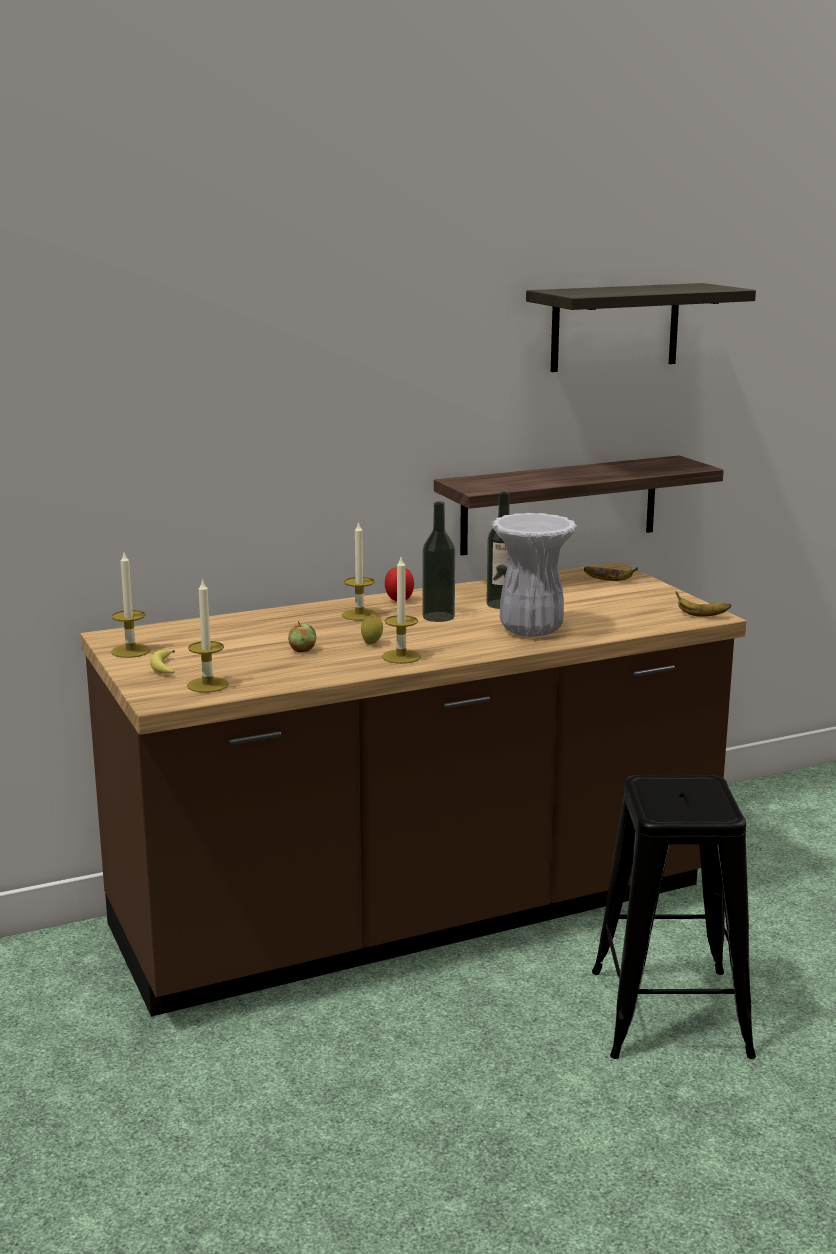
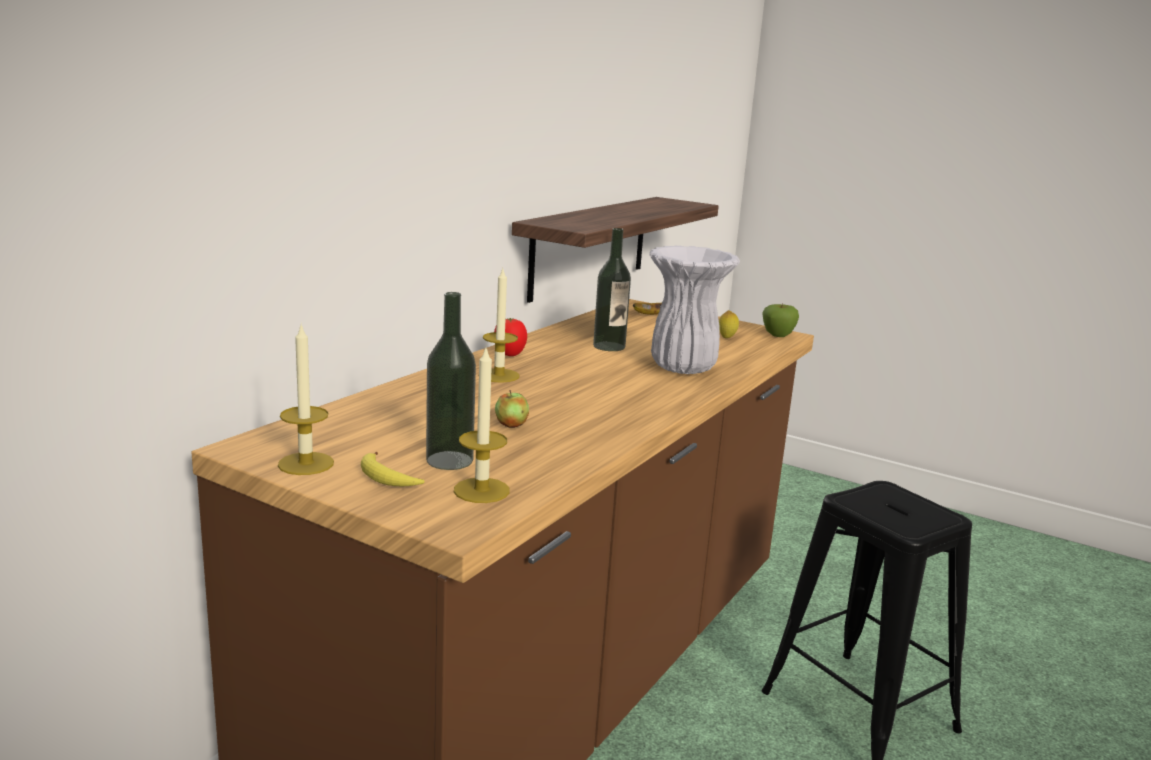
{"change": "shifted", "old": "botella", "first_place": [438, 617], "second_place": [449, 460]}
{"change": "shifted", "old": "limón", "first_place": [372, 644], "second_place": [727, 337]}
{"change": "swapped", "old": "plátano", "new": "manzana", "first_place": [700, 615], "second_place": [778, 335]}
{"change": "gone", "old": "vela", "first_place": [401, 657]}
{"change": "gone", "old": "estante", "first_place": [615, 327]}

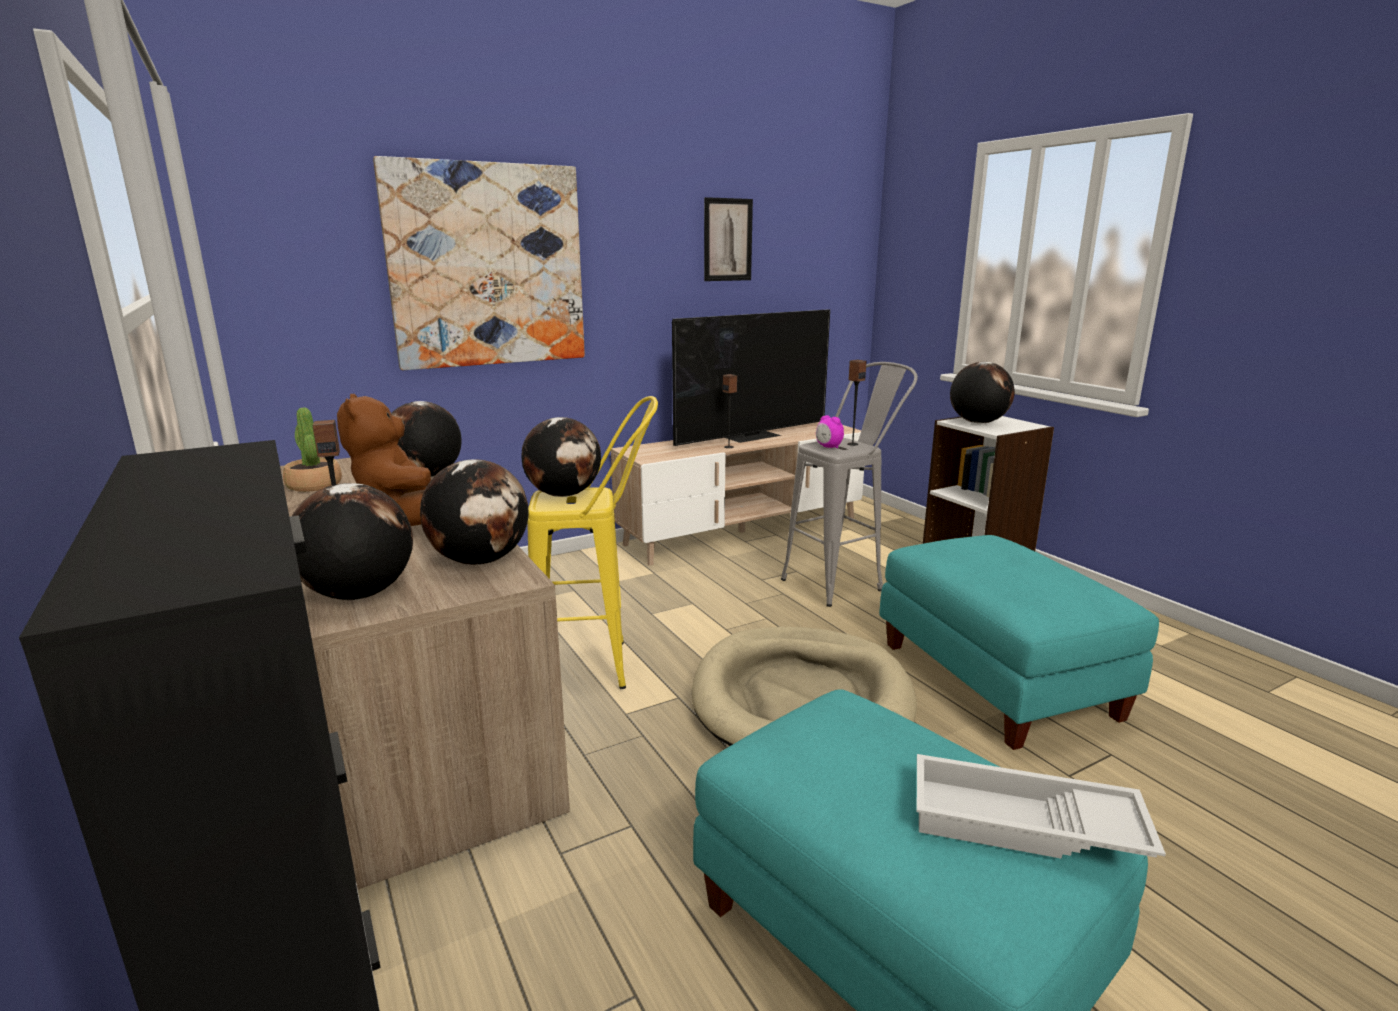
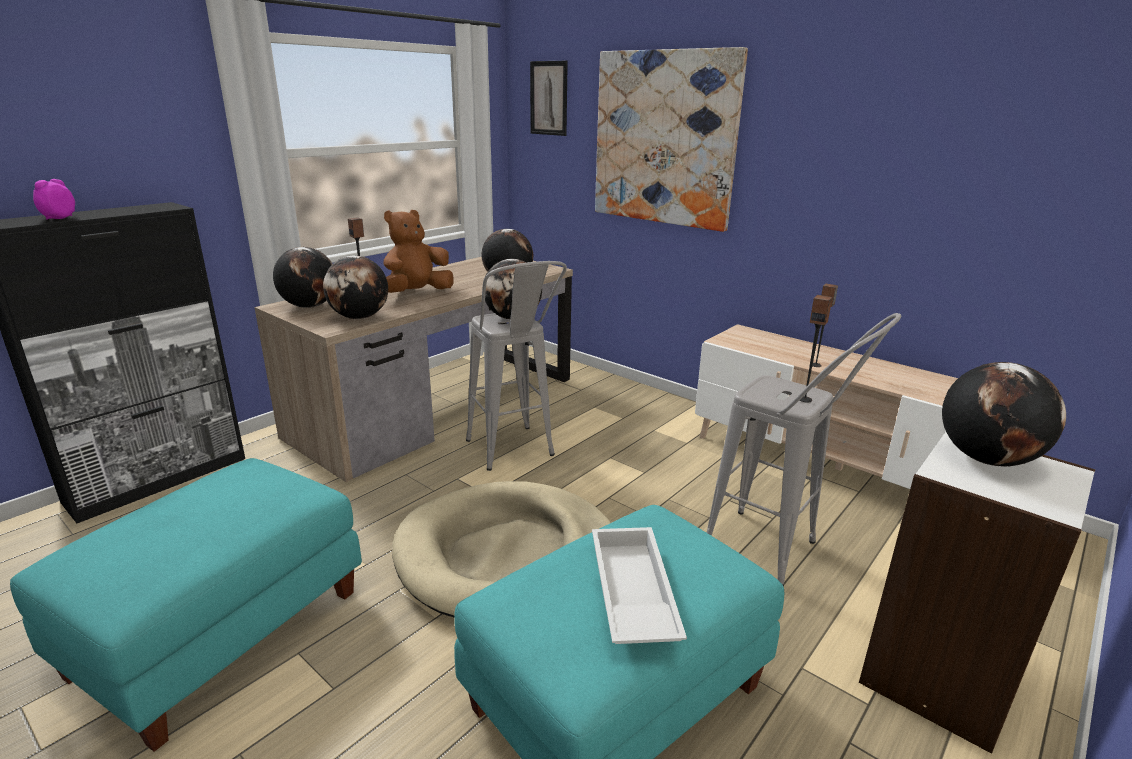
{"change": "shifted", "old": "despertador", "first_place": [828, 447], "second_place": [59, 218]}
{"change": "repainted", "old": "taburete/amarillo", "new": "taburete/gris", "first_place": [600, 666], "second_place": [514, 454]}
{"change": "shifted", "old": "cuadro", "first_place": [727, 240], "second_place": [548, 98]}
{"change": "shifted", "old": "bandeja/blanco", "first_place": [1023, 826], "second_place": [630, 594]}
{"change": "gone", "old": "planta en maceta", "first_place": [314, 485]}
{"change": "gone", "old": "televisor", "first_place": [752, 436]}

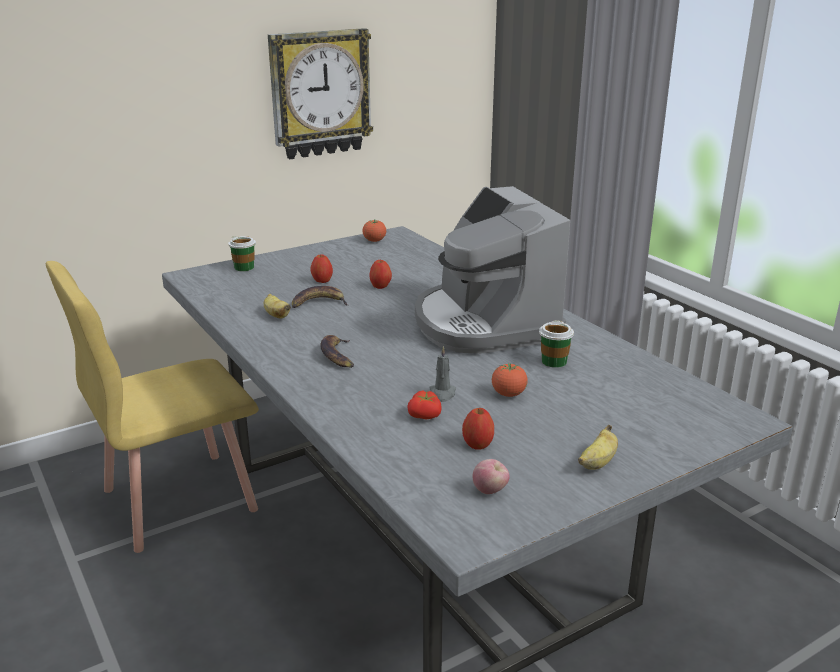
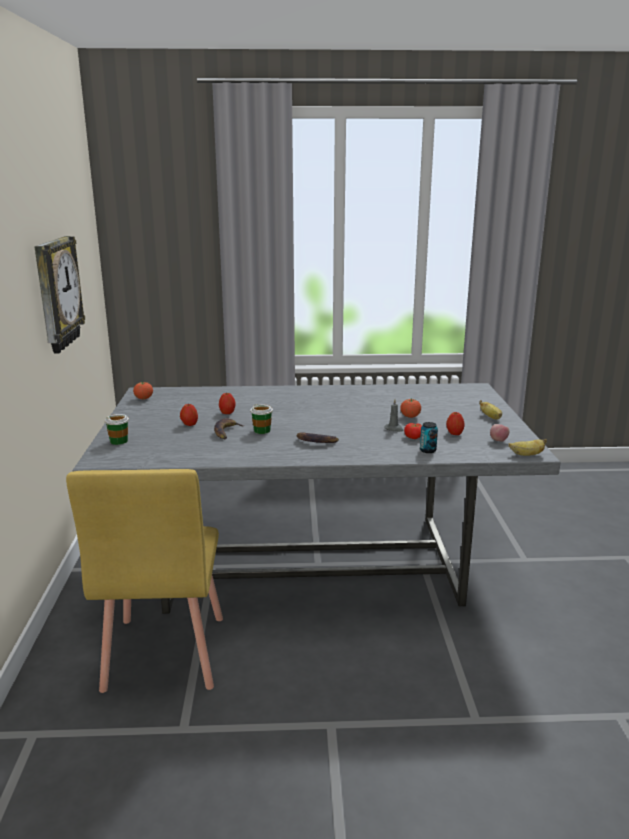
{"change": "shifted", "old": "taza", "first_place": [554, 362], "second_place": [262, 431]}
{"change": "new", "new": "lata", "second_place": [428, 450]}
{"change": "shifted", "old": "plátano", "first_place": [276, 315], "second_place": [527, 455]}
{"change": "gone", "old": "cafetera", "first_place": [484, 324]}

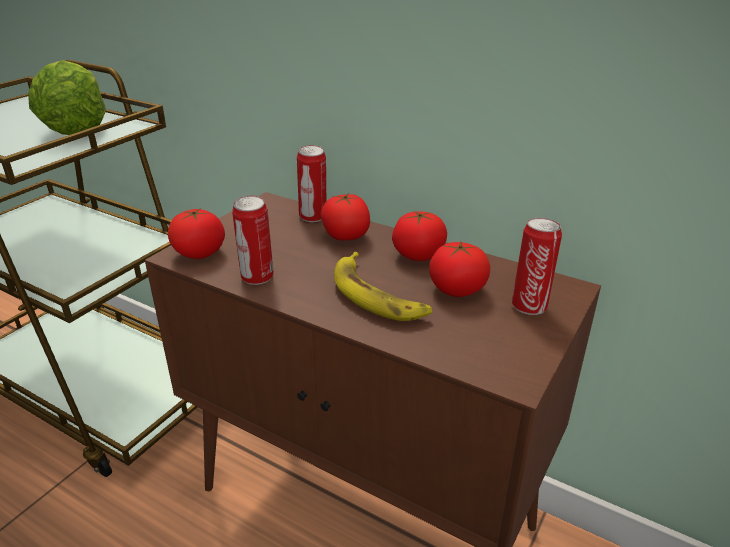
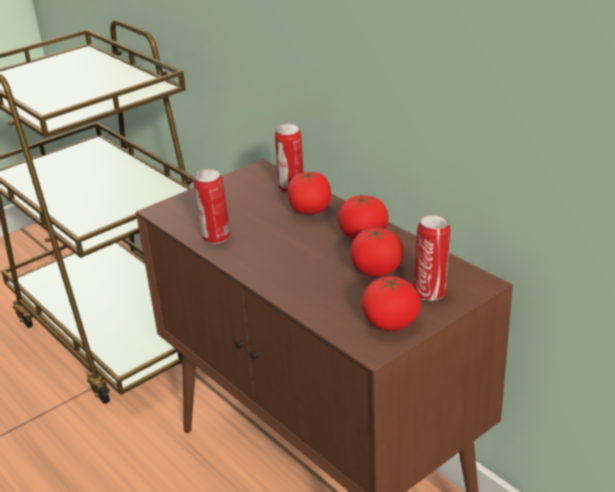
{"change": "shifted", "old": "tomate", "first_place": [199, 253], "second_place": [390, 323]}
{"change": "gone", "old": "lechuga", "first_place": [76, 128]}
{"change": "gone", "old": "plátano", "first_place": [377, 295]}

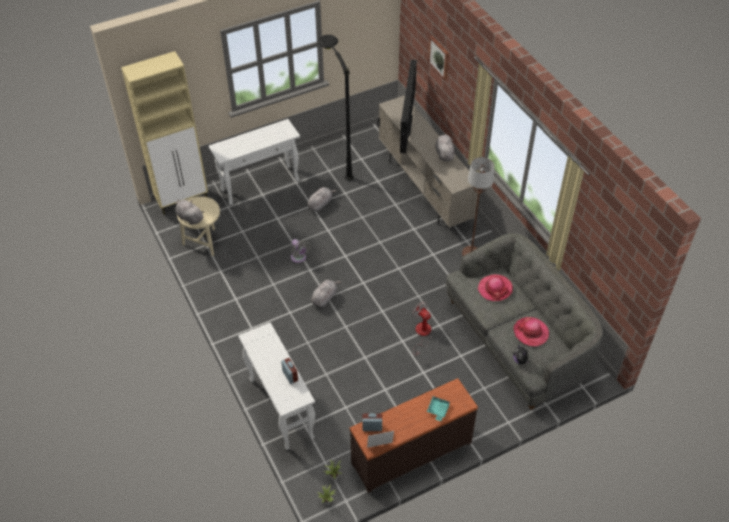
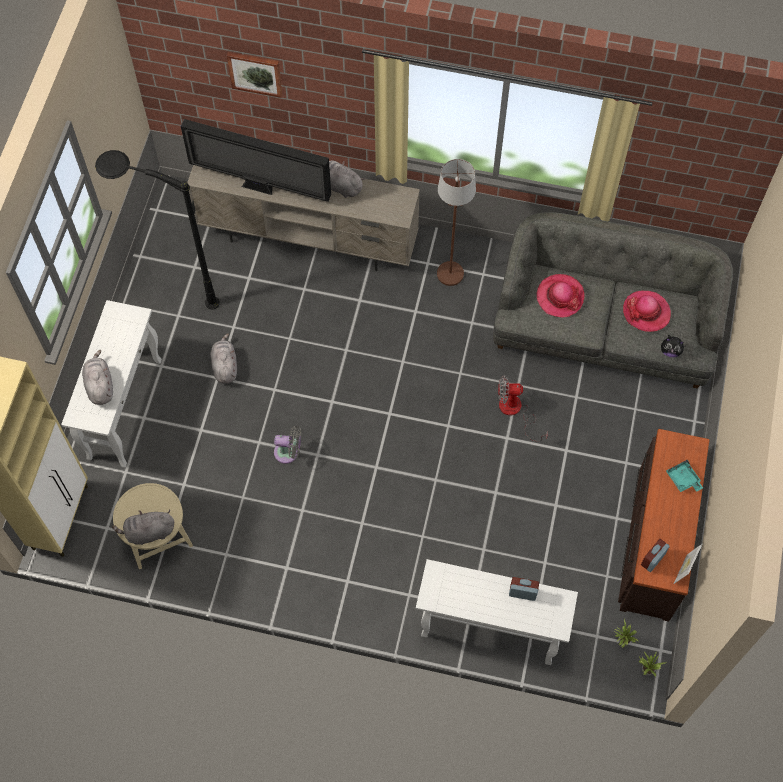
{"change": "shifted", "old": "peluche/gris", "first_place": [325, 298], "second_place": [100, 385]}
{"change": "rotated", "old": "televisor", "first_place": [408, 128], "second_place": [260, 188], "degrees": 150}

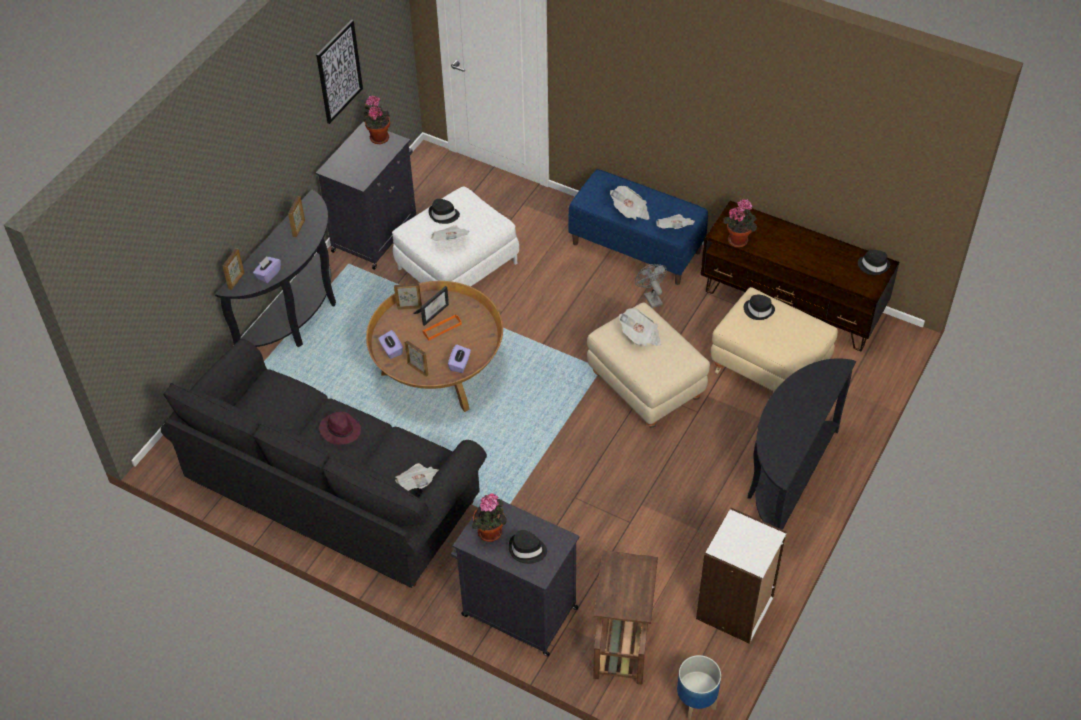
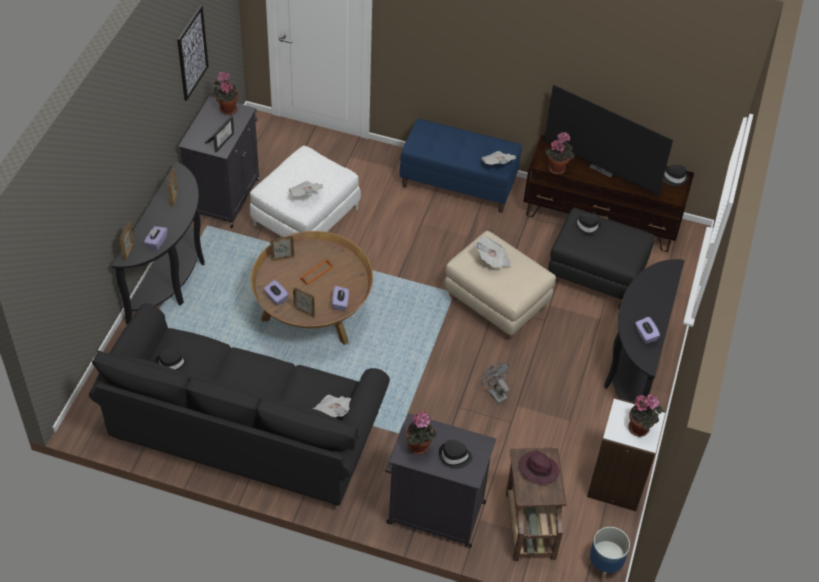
{"change": "shifted", "old": "sombrero/negro", "first_place": [443, 215], "second_place": [172, 364]}
{"change": "shifted", "old": "portarretratos", "first_place": [433, 312], "second_place": [222, 141]}
{"change": "shifted", "old": "ventilador/gris", "first_place": [651, 297], "second_place": [494, 392]}
{"change": "shifted", "old": "sombrero/morado", "first_place": [340, 430], "second_place": [537, 469]}
{"change": "new", "new": "televisor", "second_place": [604, 167]}
{"change": "repainted", "old": "puf/beis", "new": "puf/negro", "first_place": [769, 369], "second_place": [596, 276]}
{"change": "new", "new": "planta en maceta", "second_place": [640, 428]}
{"change": "new", "new": "caja de pañuelos/morado", "second_place": [645, 335]}
{"change": "gone", "old": "periódico", "first_place": [630, 212]}

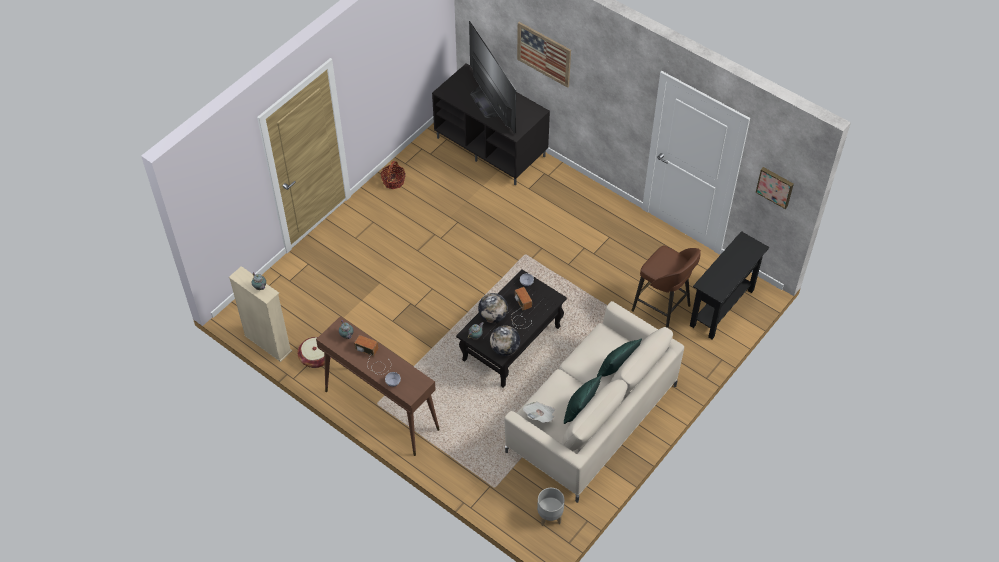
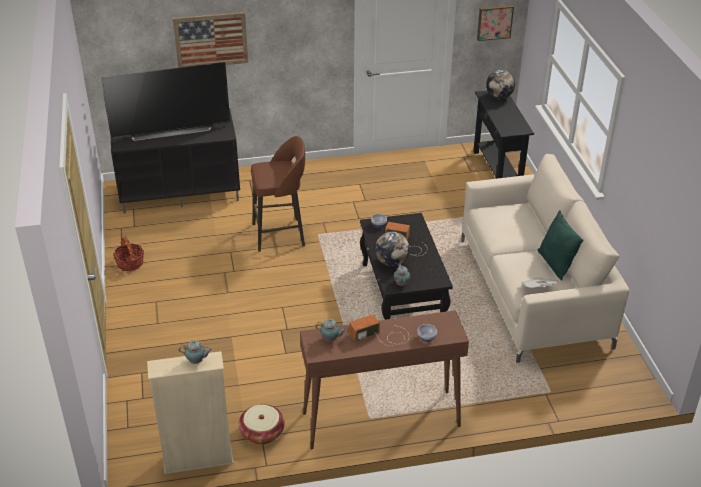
{"change": "rotated", "old": "televisor", "first_place": [488, 102], "second_place": [171, 130], "degrees": 150}
{"change": "shifted", "old": "taburete/marrón", "first_place": [662, 309], "second_place": [280, 235]}
{"change": "shifted", "old": "globo terráqueo", "first_place": [505, 349], "second_place": [499, 97]}
{"change": "gone", "old": "maceta/gris", "first_place": [550, 516]}
{"change": "gone", "old": "cojín/verde", "first_place": [616, 368]}

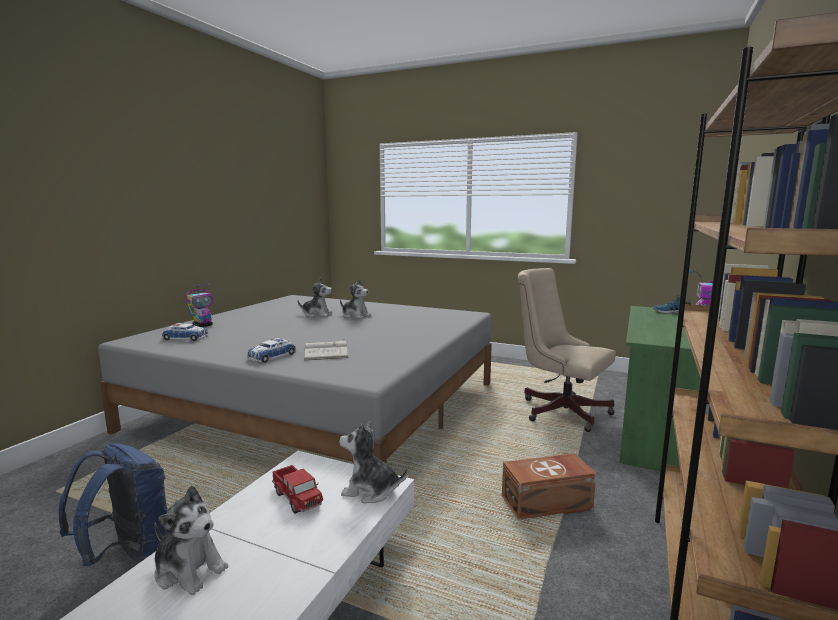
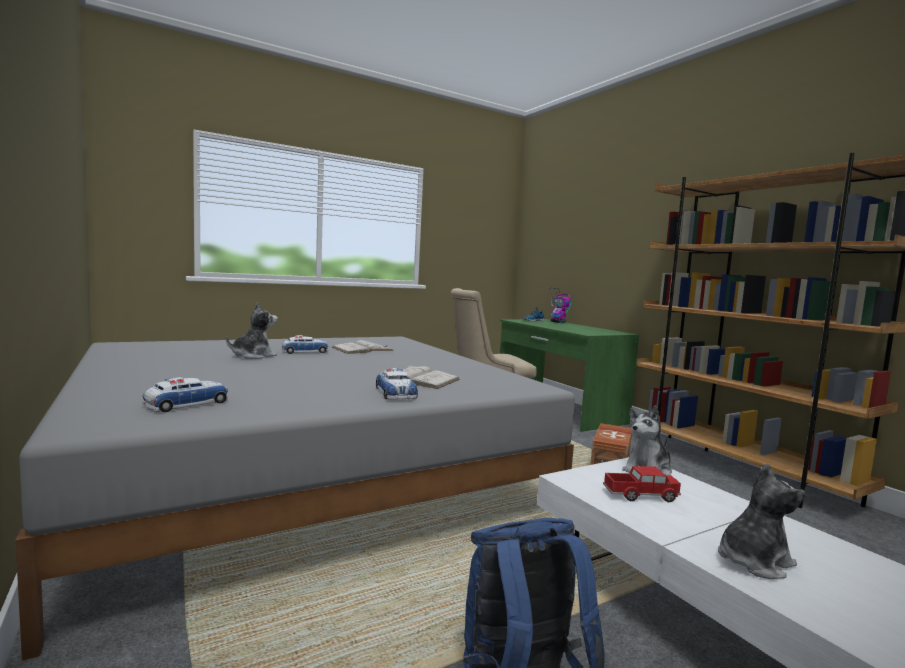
{"change": "swapped", "old": "peluche", "new": "coche de juguete", "first_place": [355, 316], "second_place": [304, 351]}
{"change": "new", "new": "libro/blanco", "second_place": [362, 349]}
{"change": "gone", "old": "robot de juguete", "first_place": [203, 326]}

